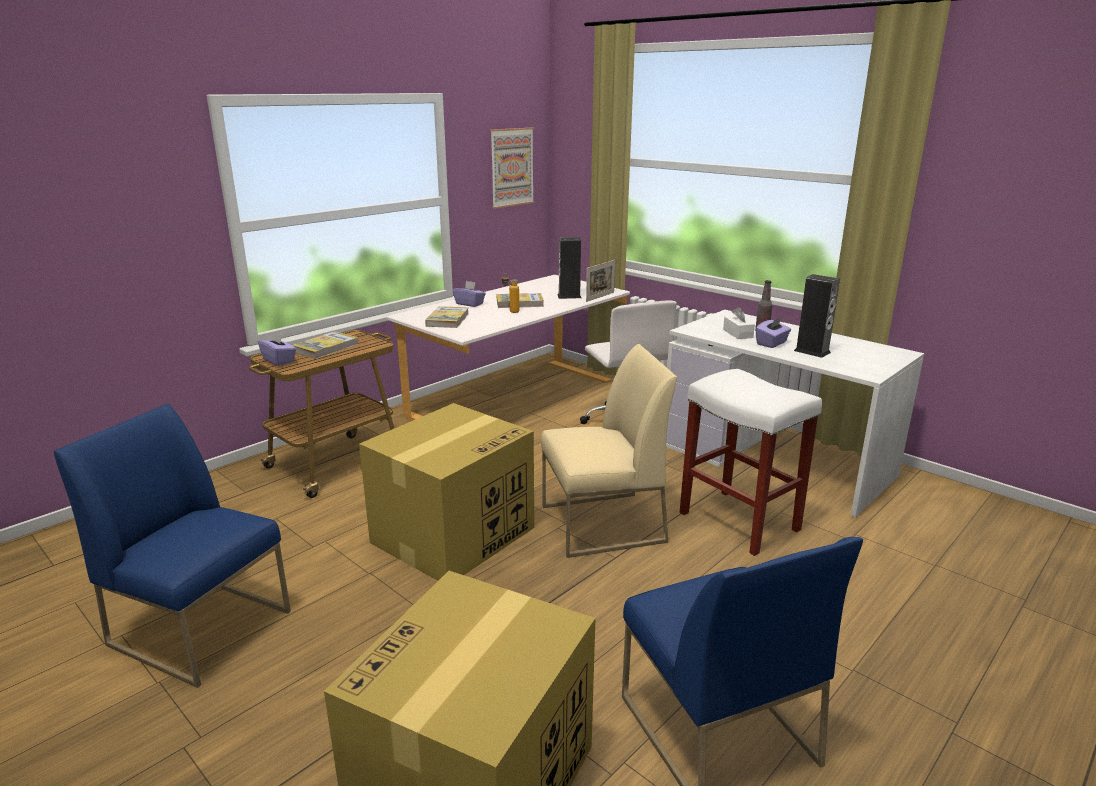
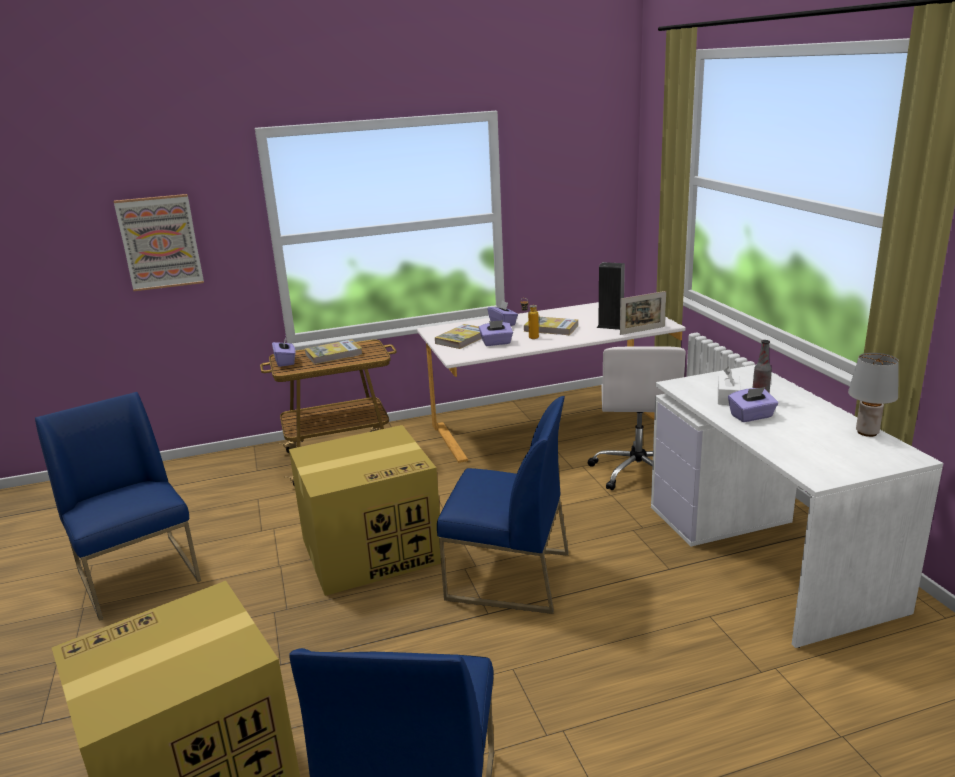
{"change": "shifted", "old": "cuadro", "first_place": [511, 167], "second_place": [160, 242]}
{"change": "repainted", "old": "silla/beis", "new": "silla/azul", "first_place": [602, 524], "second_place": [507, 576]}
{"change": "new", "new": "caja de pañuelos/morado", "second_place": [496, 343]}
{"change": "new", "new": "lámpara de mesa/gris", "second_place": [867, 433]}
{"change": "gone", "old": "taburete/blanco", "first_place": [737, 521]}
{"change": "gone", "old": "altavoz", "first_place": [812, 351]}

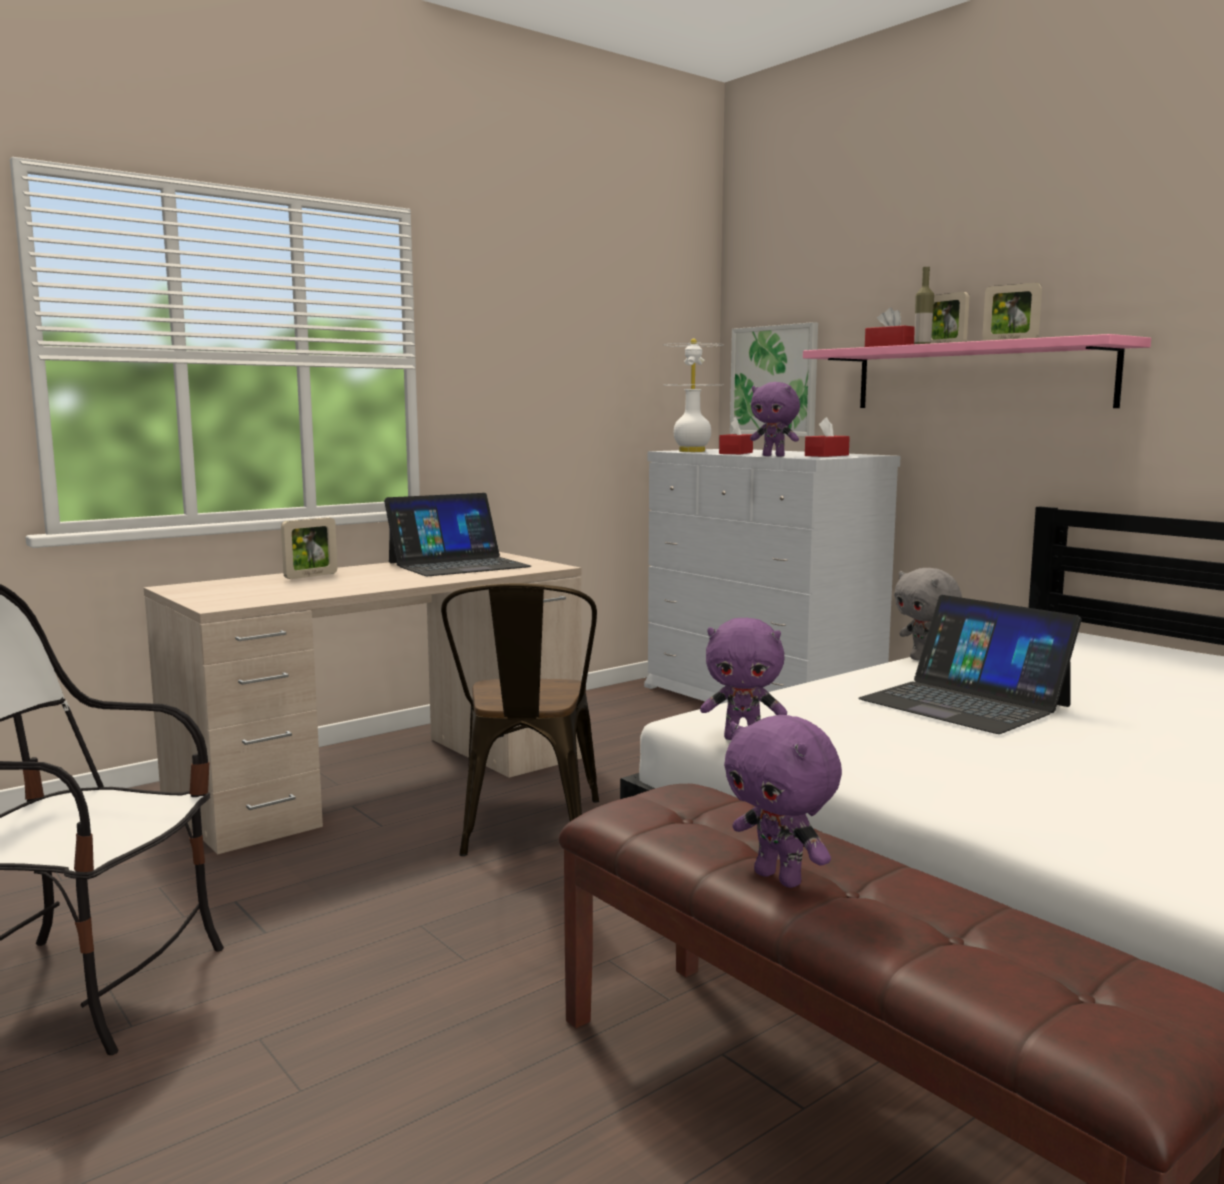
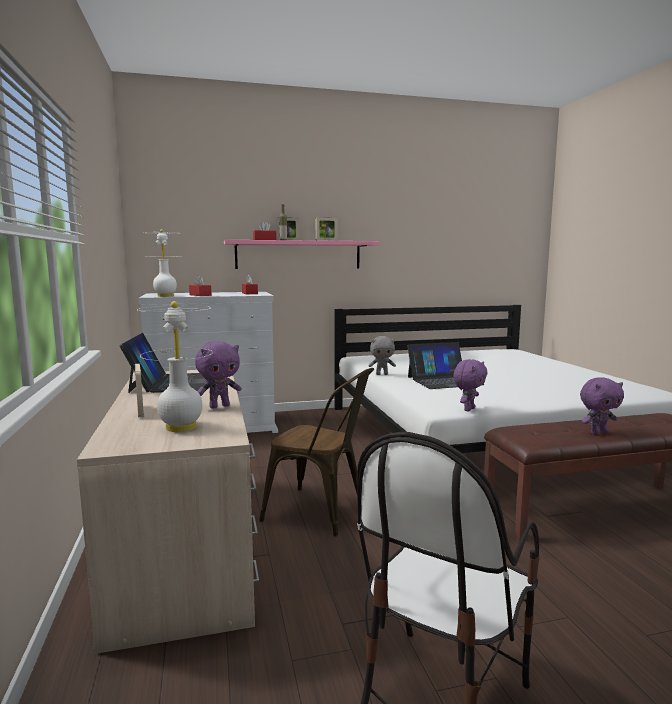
{"change": "new", "new": "lámpara de mesa/blanco", "second_place": [180, 427]}
{"change": "shifted", "old": "peluche/morado", "first_place": [774, 456], "second_place": [219, 406]}
{"change": "gone", "old": "cuadro", "first_place": [774, 381]}

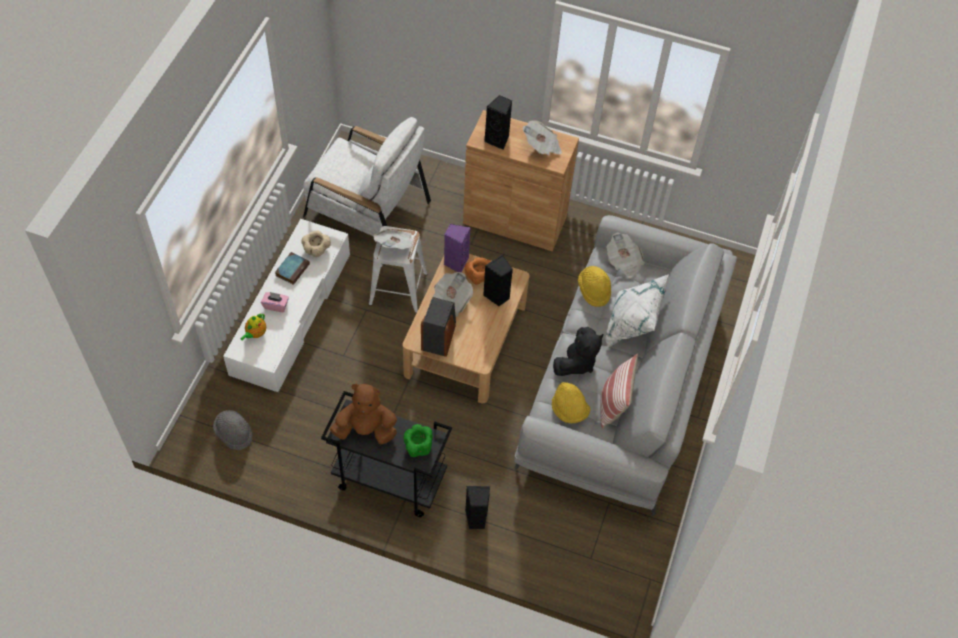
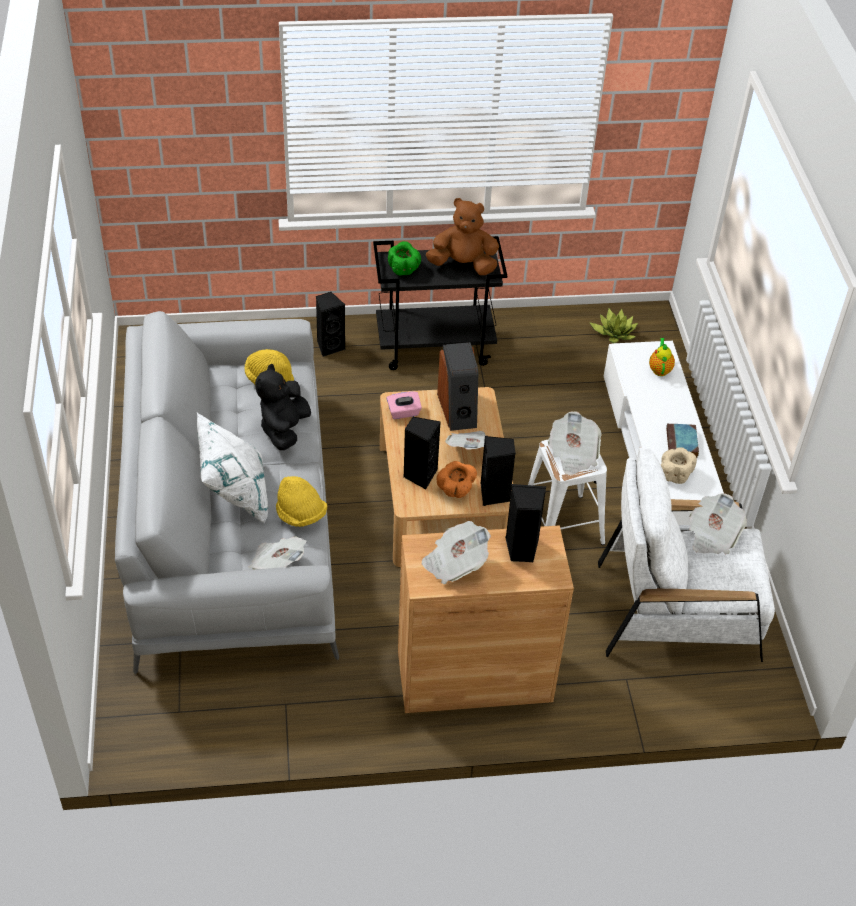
{"change": "shifted", "old": "caja de pañuelos/rosa", "first_place": [276, 305], "second_place": [404, 412]}
{"change": "rotated", "old": "peluche/marrón", "first_place": [366, 430], "second_place": [463, 265], "degrees": -150}
{"change": "repainted", "old": "altavoz/morado", "new": "altavoz/negro", "first_place": [456, 262], "second_place": [494, 495]}
{"change": "swapped", "old": "sombrero/gris", "new": "planta en maceta", "first_place": [234, 433], "second_place": [614, 333]}
{"change": "new", "new": "periódico", "second_place": [712, 535]}
{"change": "gone", "old": "cojín", "first_place": [613, 404]}

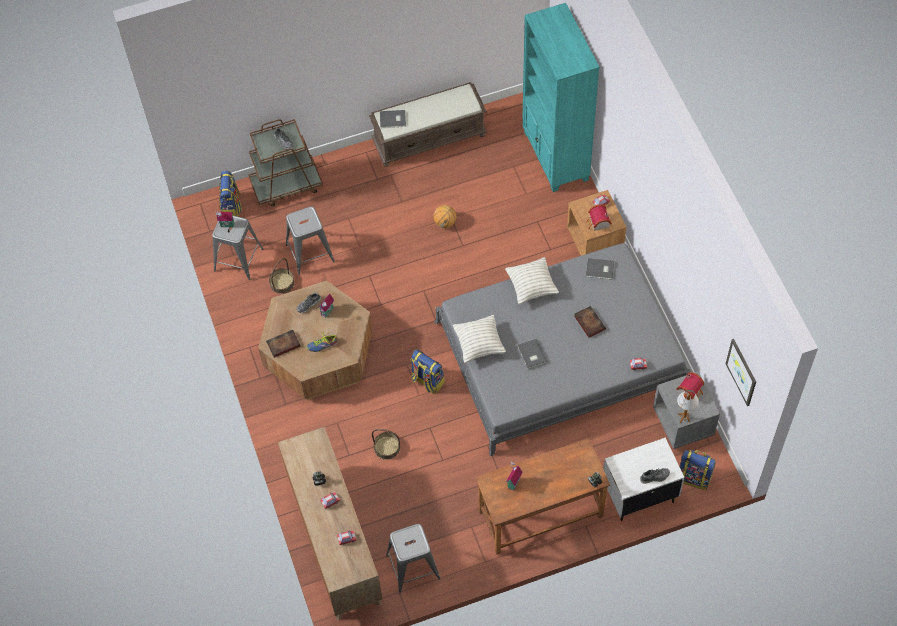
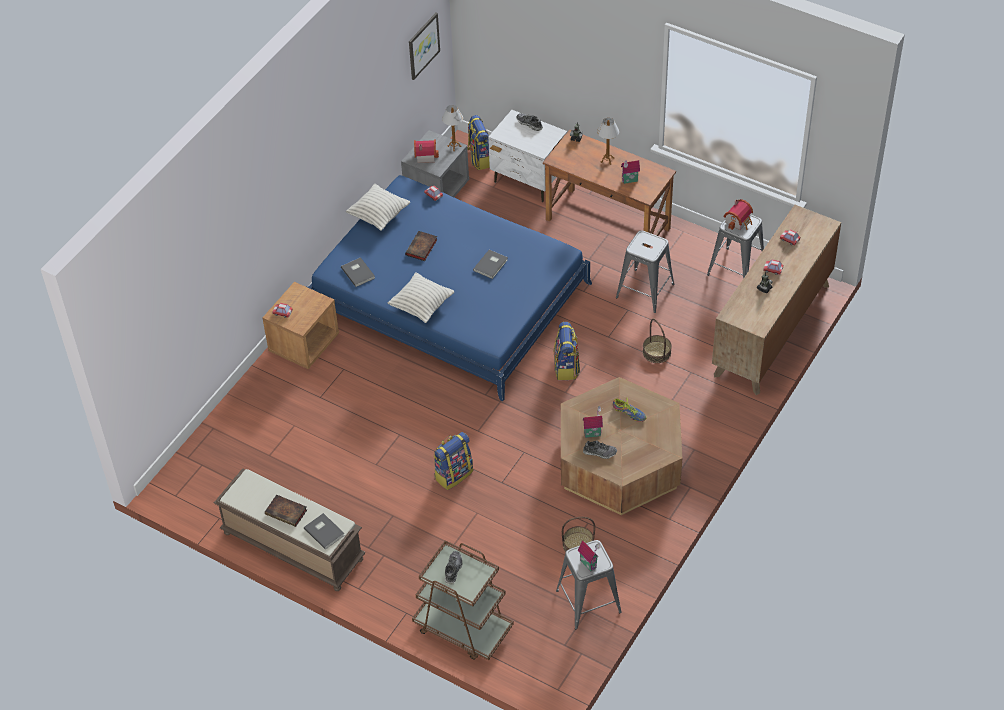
{"change": "shifted", "old": "libro", "first_place": [283, 345], "second_place": [287, 512]}
{"change": "repainted", "old": "cama/gris", "new": "cama/azul", "first_place": [560, 354], "second_place": [449, 297]}
{"change": "shifted", "old": "cojín", "first_place": [479, 344], "second_place": [379, 216]}
{"change": "shifted", "old": "mochila", "first_place": [231, 206], "second_place": [453, 474]}
{"change": "new", "new": "lámpara de mesa", "second_place": [607, 160]}
{"change": "shifted", "old": "taburete/gris", "first_place": [310, 253], "second_place": [645, 291]}
{"change": "shifted", "old": "casita", "first_place": [598, 223], "second_place": [739, 221]}
{"change": "gone", "old": "balón de baloncesto", "first_place": [445, 222]}
{"change": "gone", "old": "estantería/turquesa", "first_place": [555, 157]}

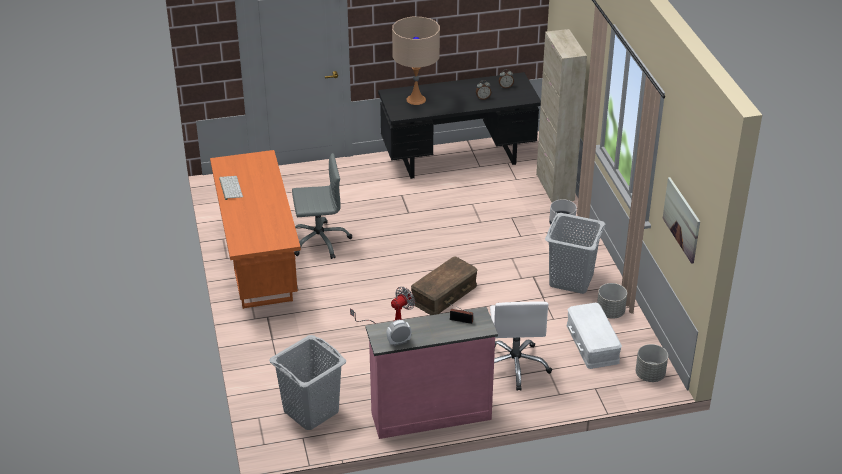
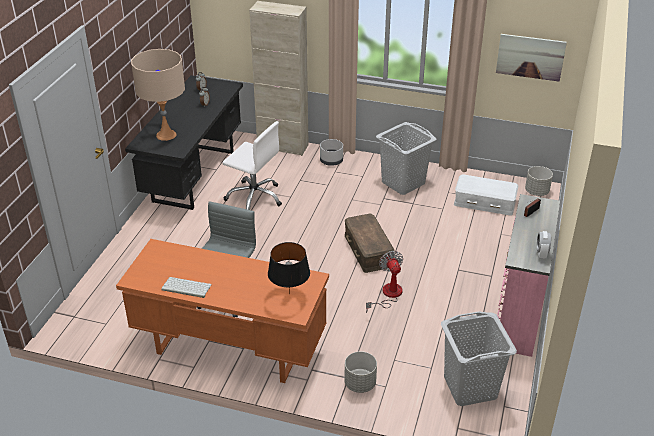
{"change": "shifted", "old": "silla de oficina/blanco", "first_place": [515, 366], "second_place": [254, 197]}
{"change": "new", "new": "lámpara de mesa/negro", "second_place": [289, 294]}
{"change": "shifted", "old": "maceta/gris", "first_place": [610, 312], "second_place": [360, 384]}

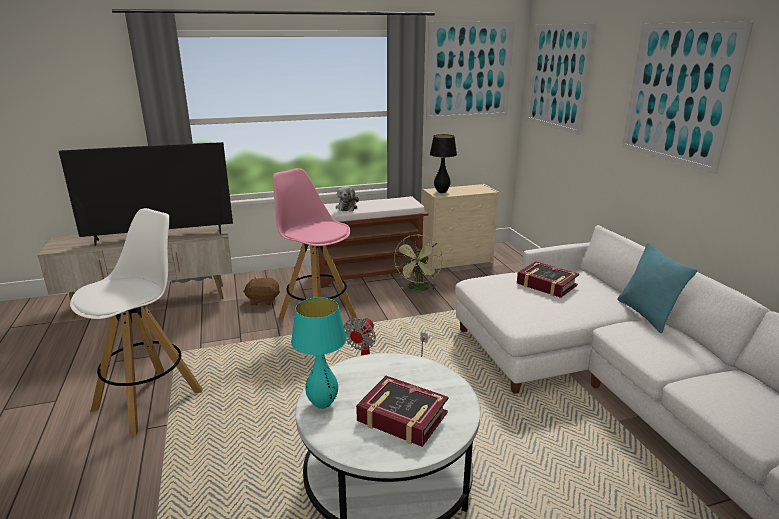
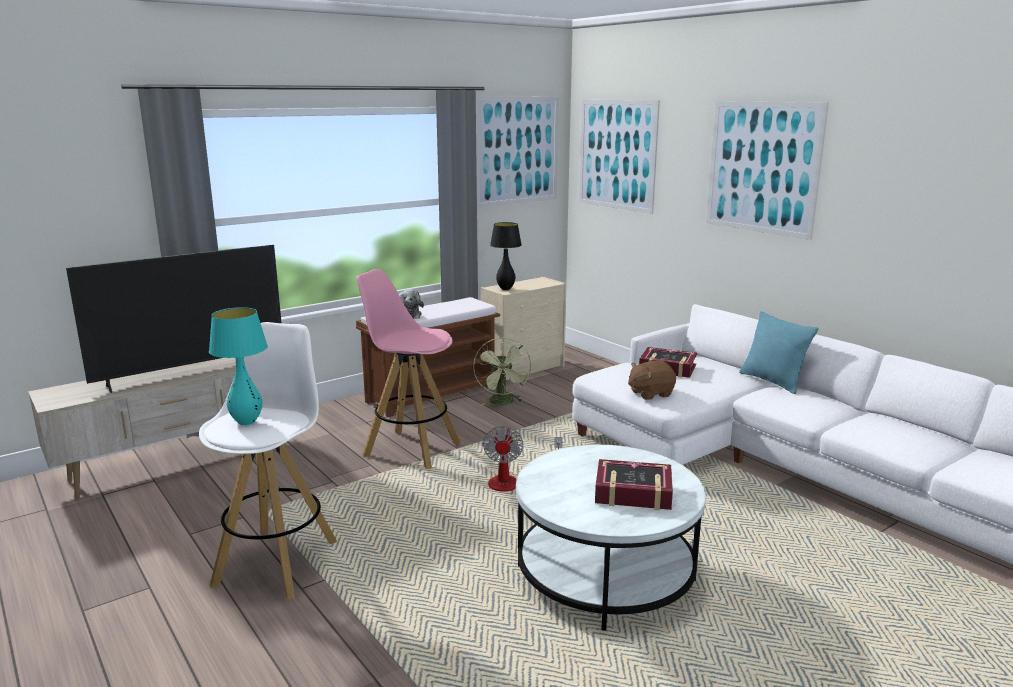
{"change": "shifted", "old": "lámpara de mesa/turquesa", "first_place": [322, 404], "second_place": [246, 422]}
{"change": "shifted", "old": "peluche/marrón", "first_place": [263, 300], "second_place": [650, 393]}

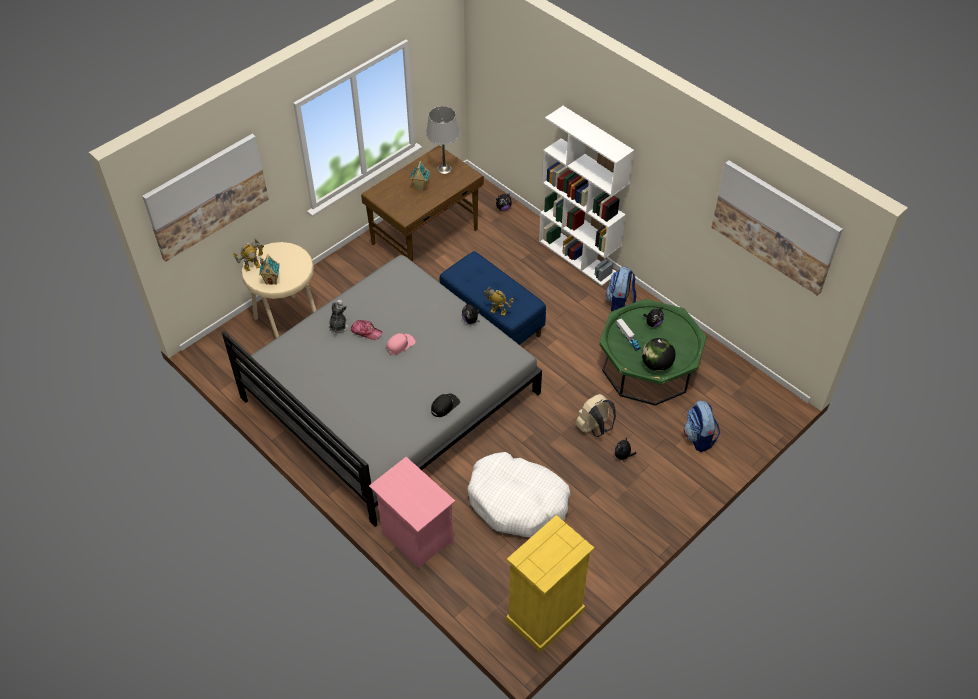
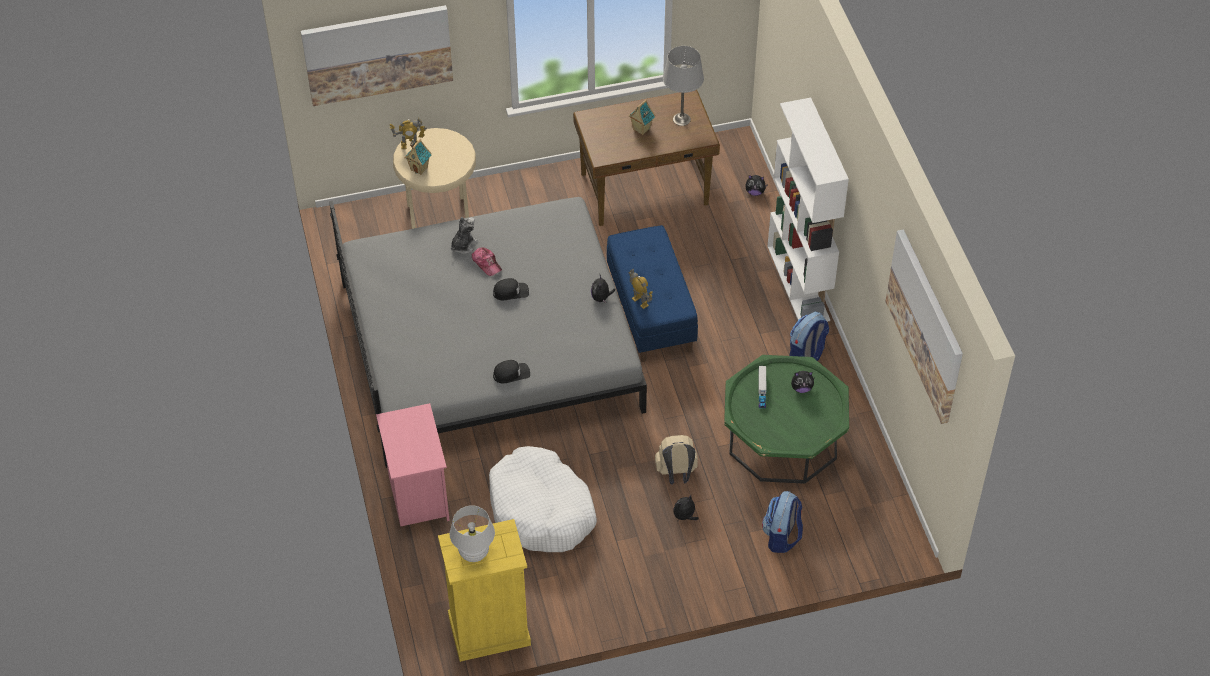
{"change": "new", "new": "lámpara de mesa/blanco", "second_place": [474, 553]}
{"change": "repainted", "old": "gorra/rosa", "new": "gorra/negro", "first_place": [400, 345], "second_place": [511, 292]}
{"change": "gone", "old": "globo terráqueo", "first_place": [656, 365]}

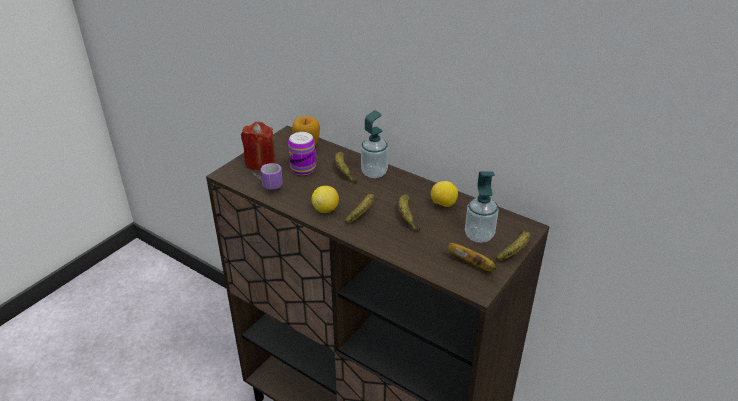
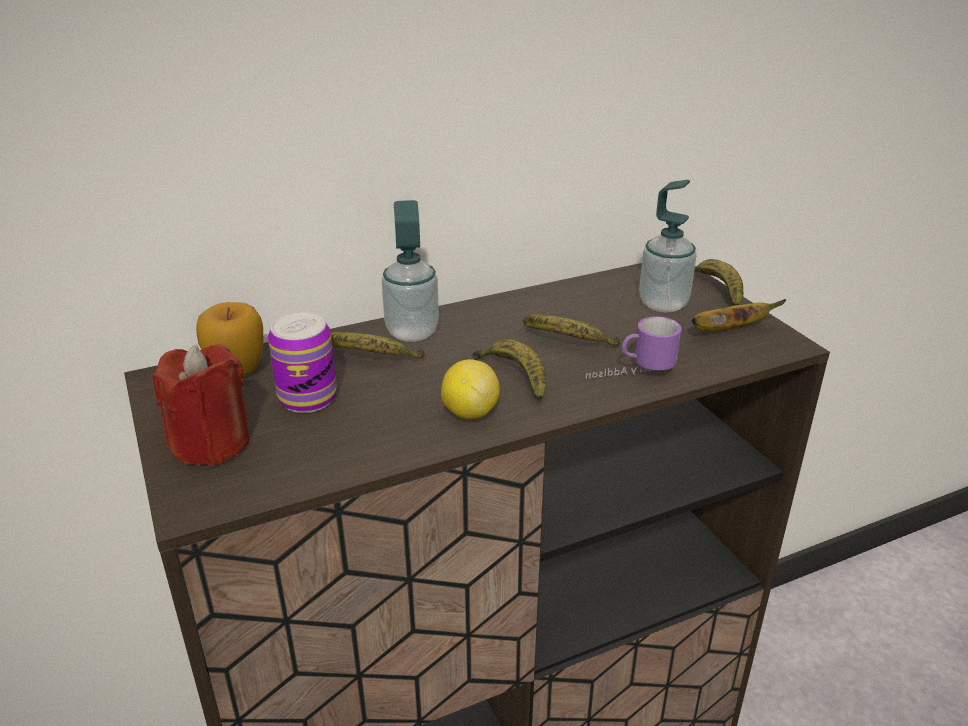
{"change": "shifted", "old": "taza grande", "first_place": [266, 184], "second_place": [629, 374]}
{"change": "gone", "old": "limón", "first_place": [443, 204]}

